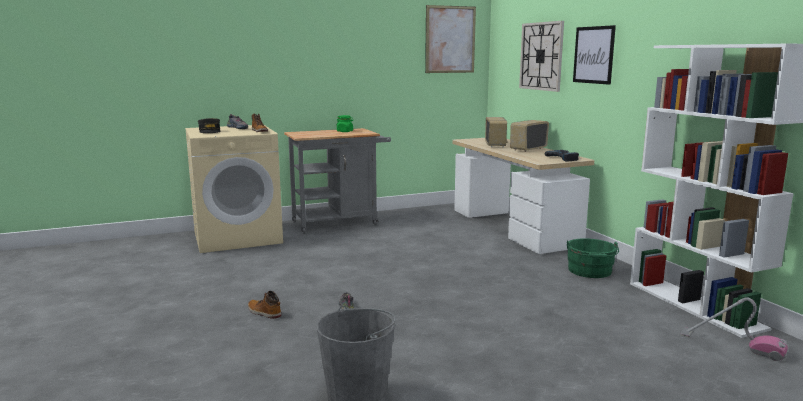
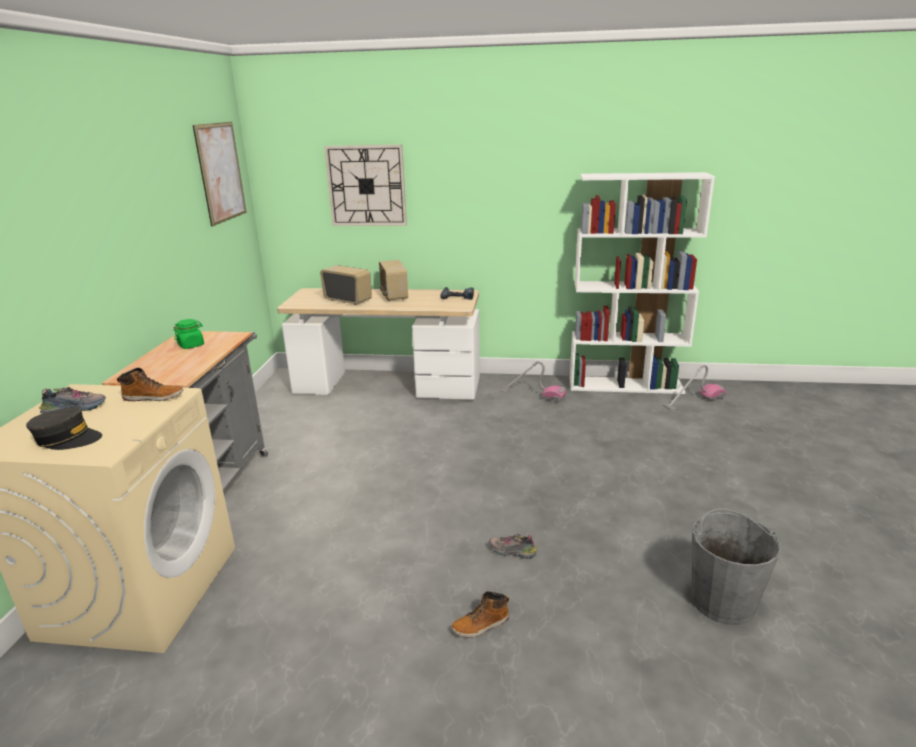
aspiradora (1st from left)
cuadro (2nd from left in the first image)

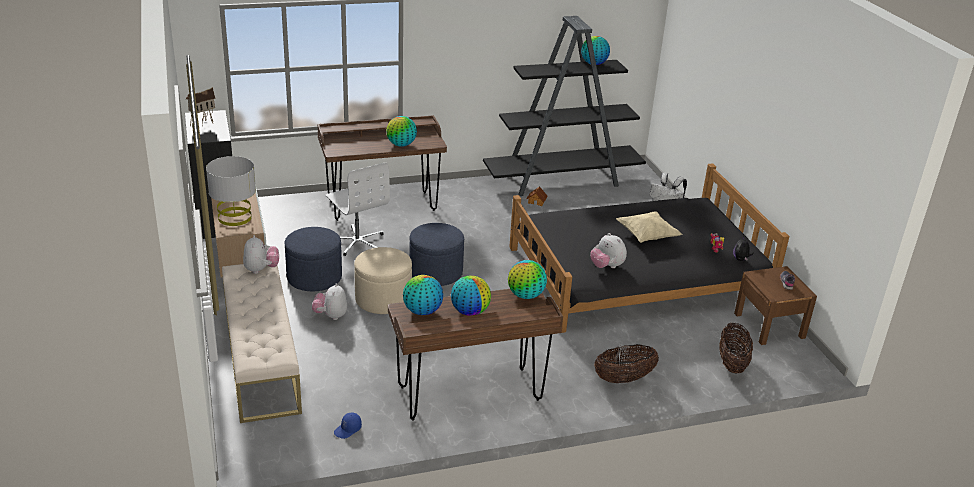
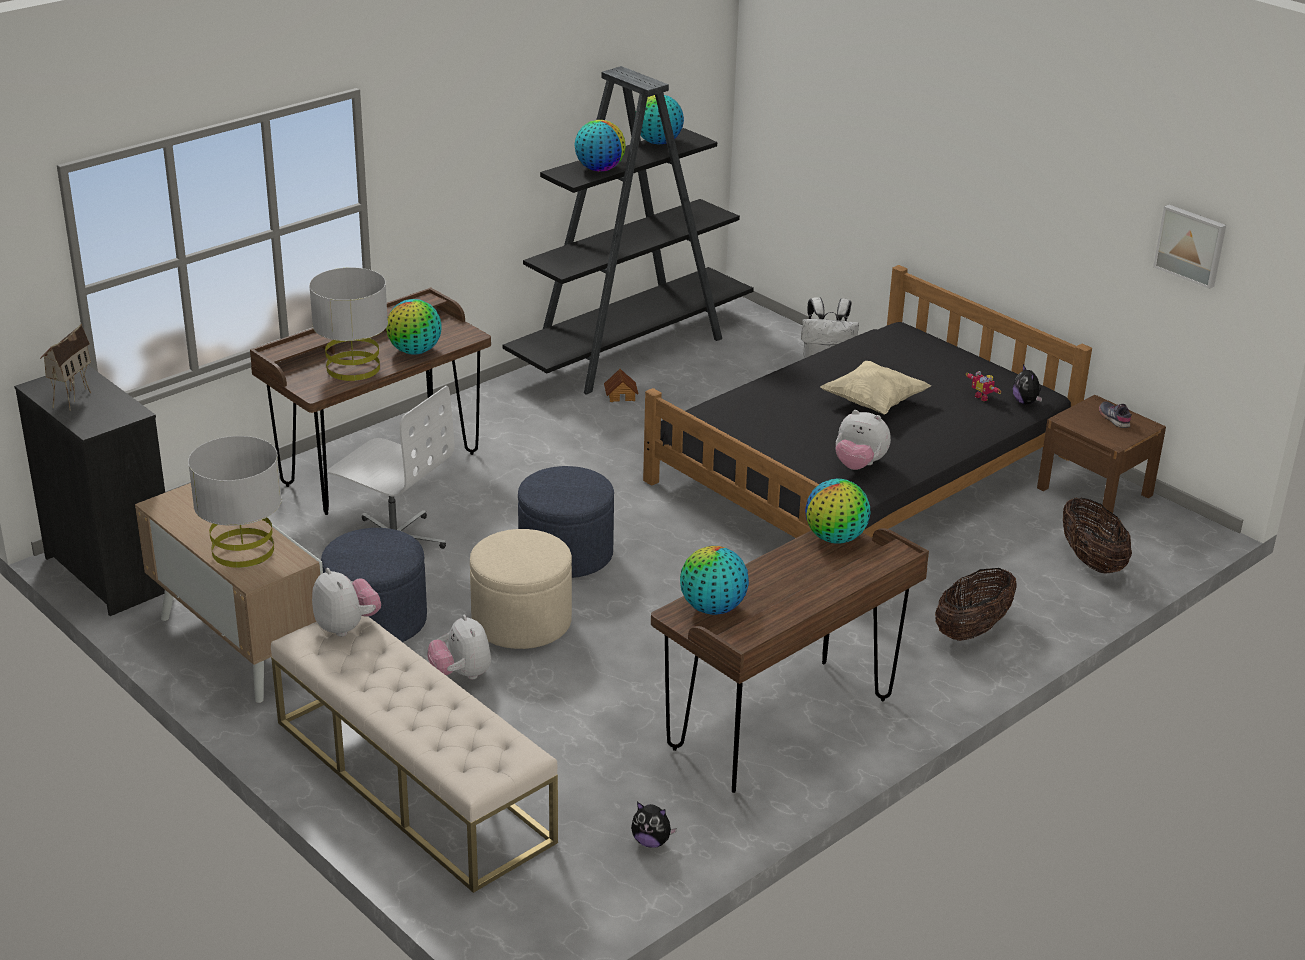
lámpara de mesa/gris (2nd from left)
globo terráqueo (2nd from left)
peluche (3rd from left)
cuadro

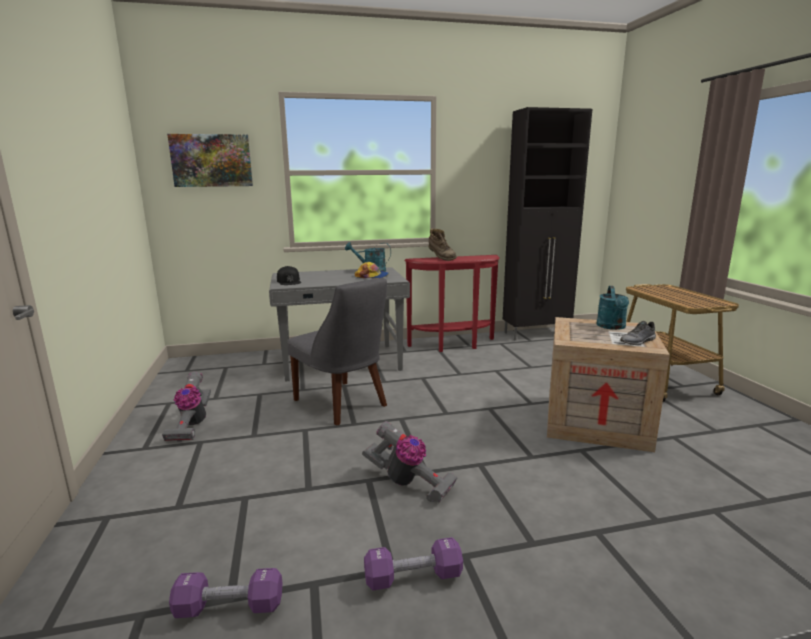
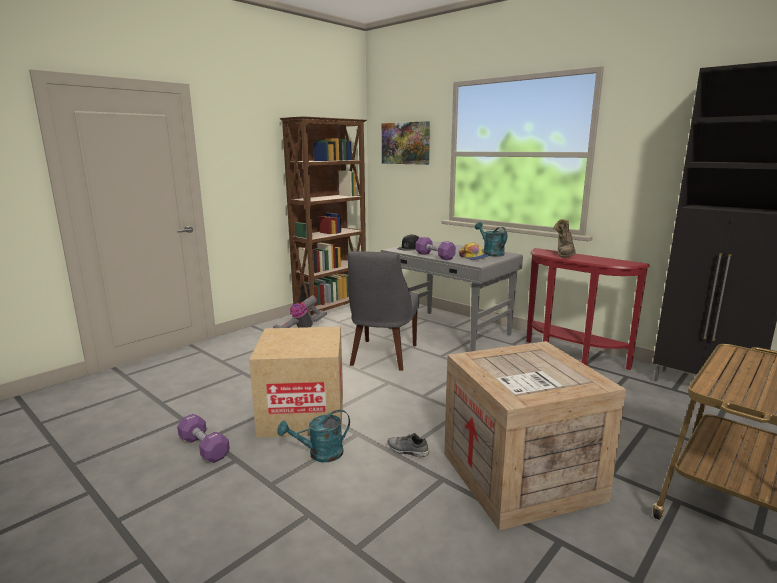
caja de cartón
regadera/turquesa (1st from left)
estantería/marrón
zapato/gris
mancuerna/morado (2nd from left)

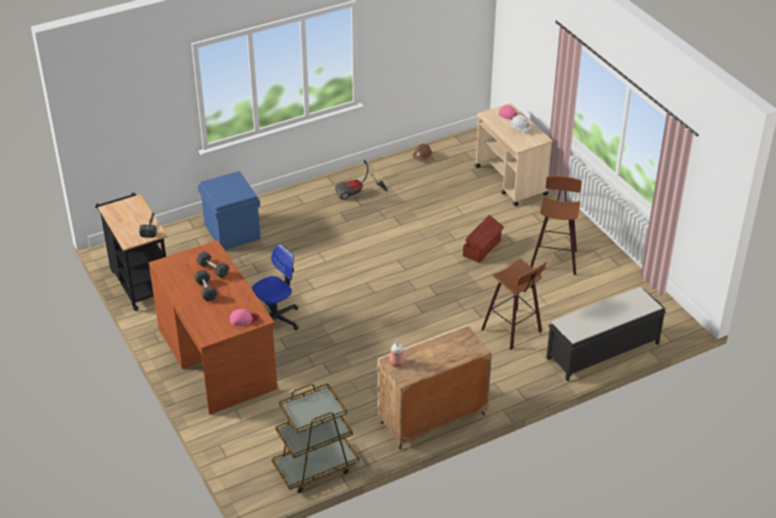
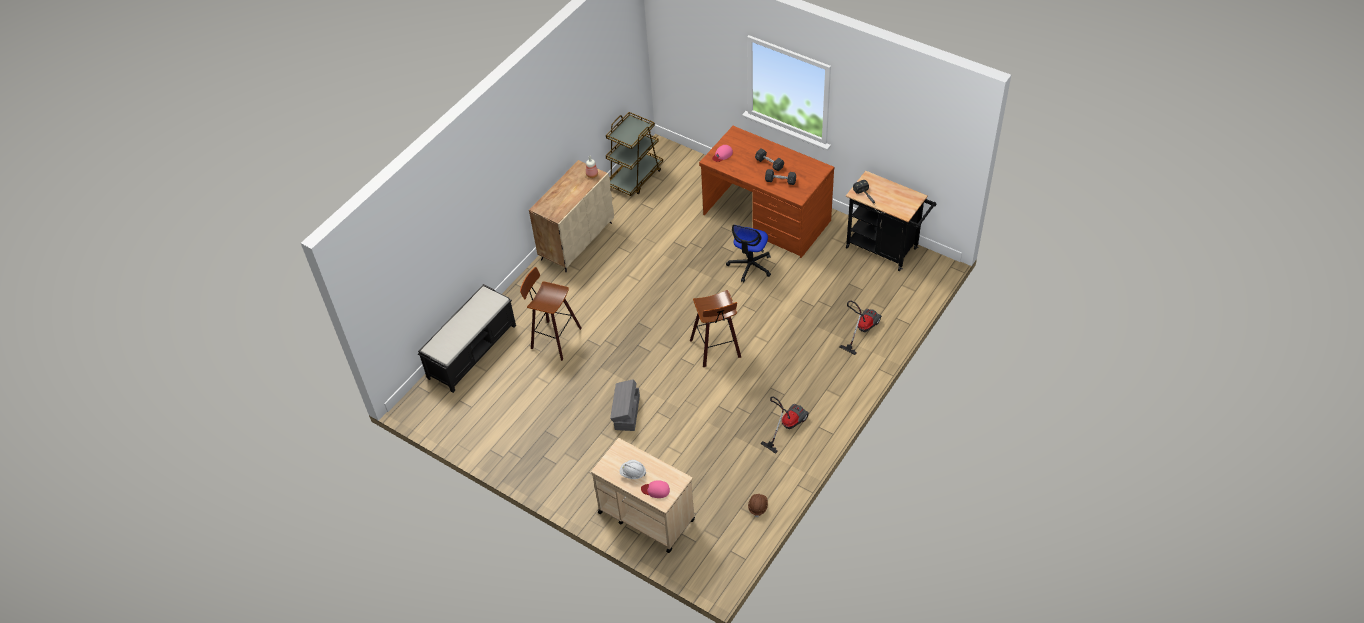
caja de almacenaje/gris
taburete (2nd from left)
aspiradora (2nd from left)

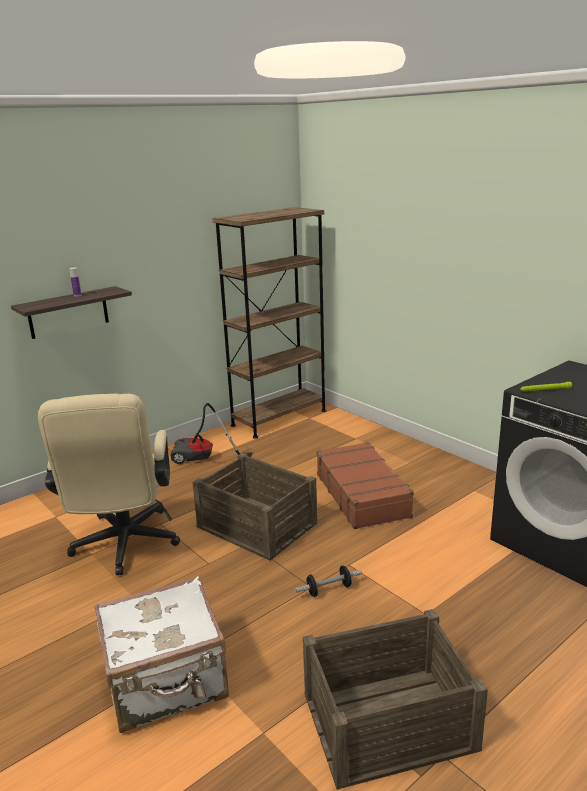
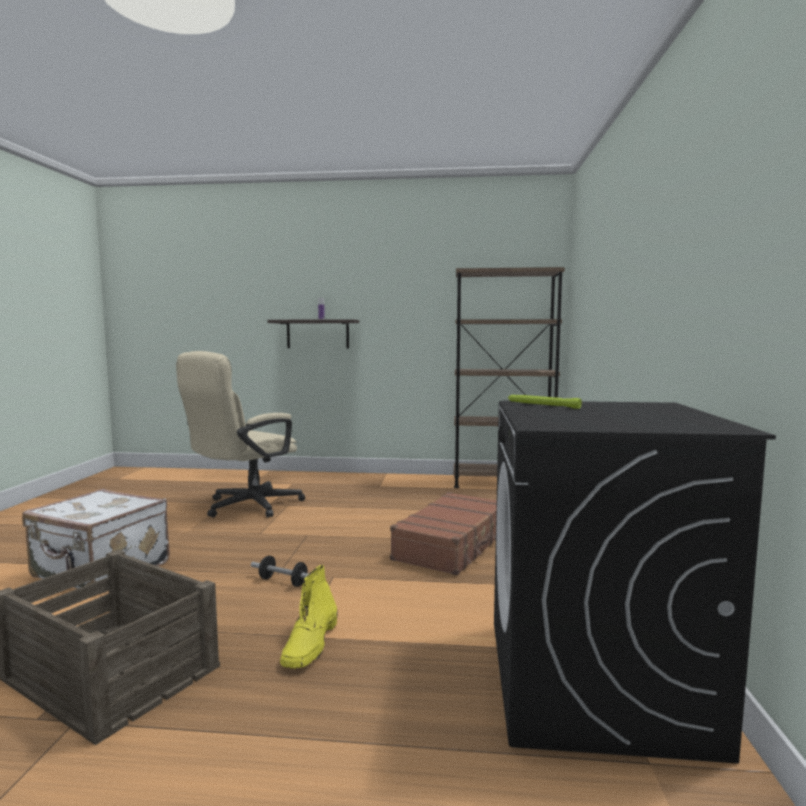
bota/amarillo
aspiradora
caja de embalaje (1st from left in the first image)

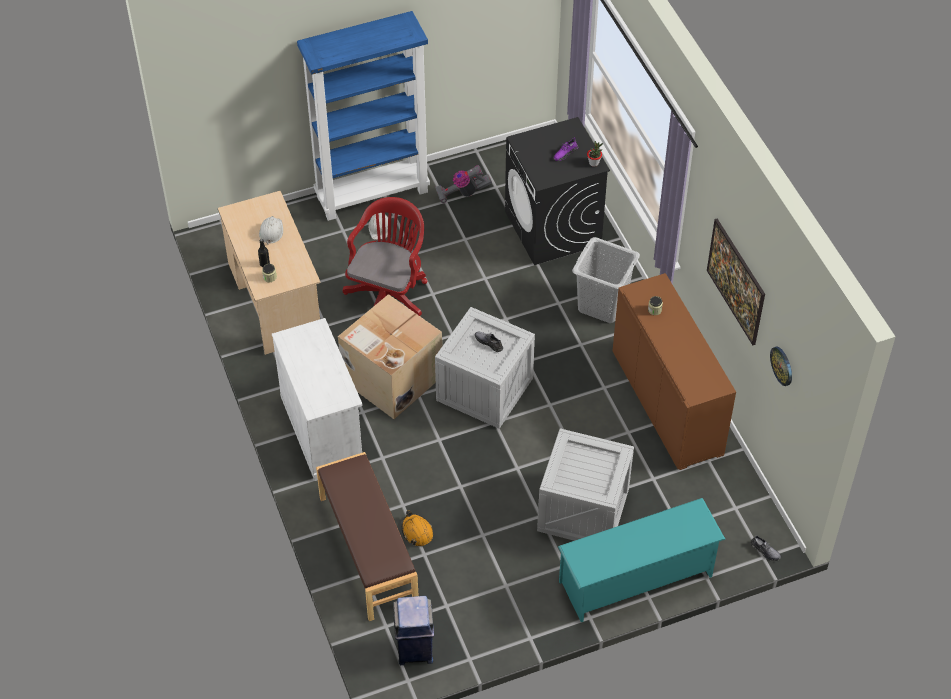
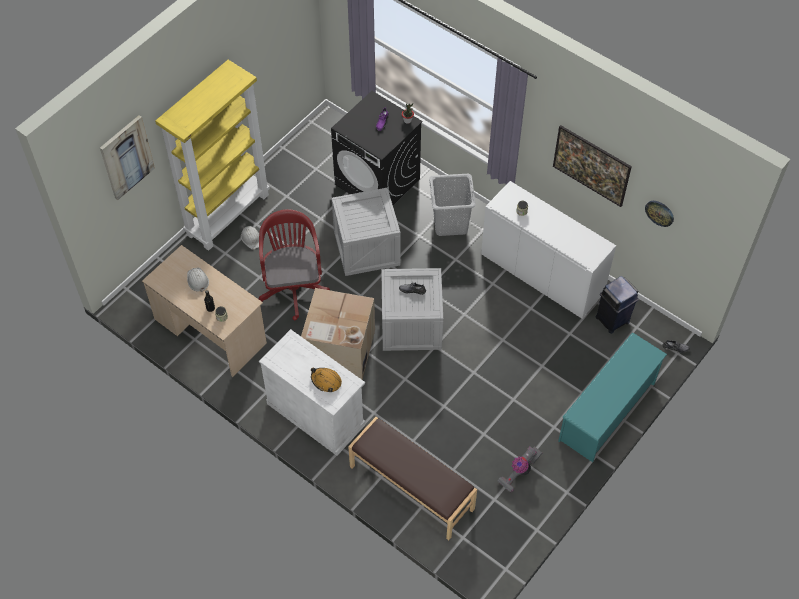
cuadro (1st from left)
estantería/amarillo
casco/naranja
caja de embalaje (1st from left)
armario/blanco (2nd from left)
aspiradora
papelera/azul

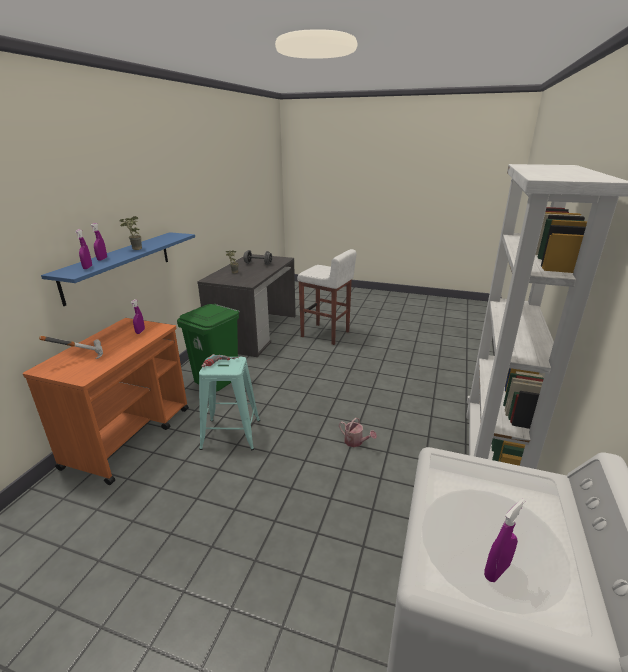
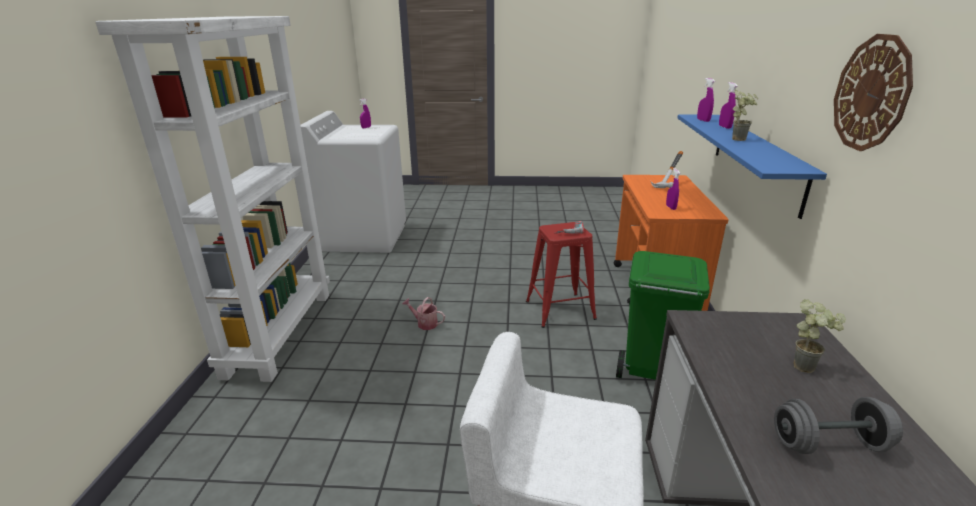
taburete/rojo
reloj de pared

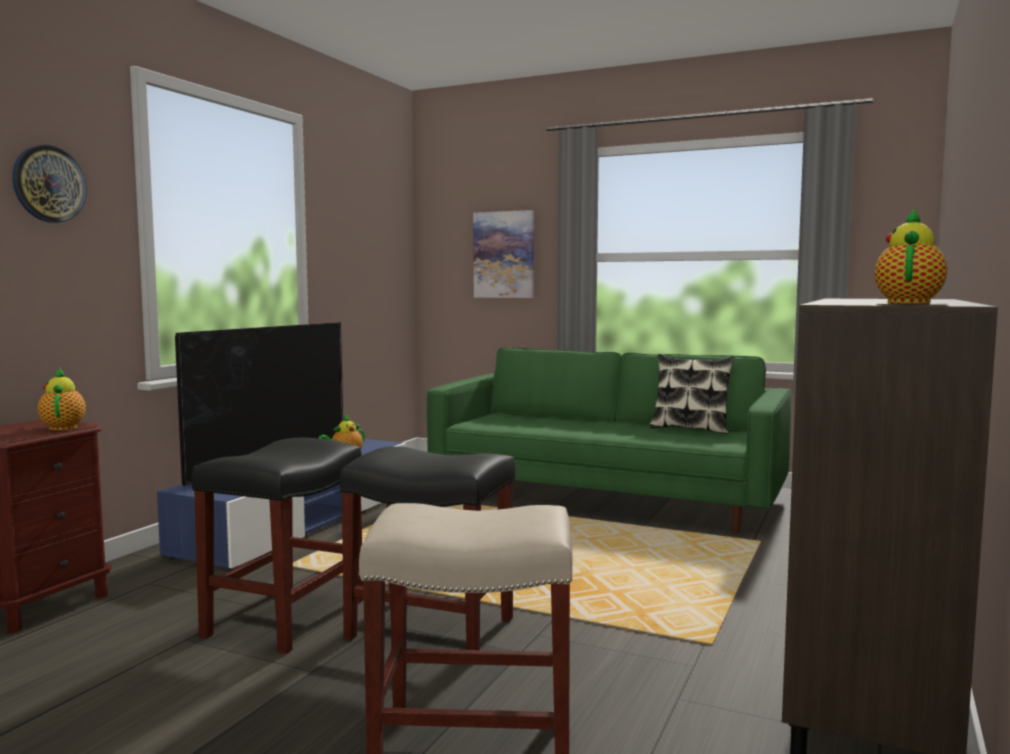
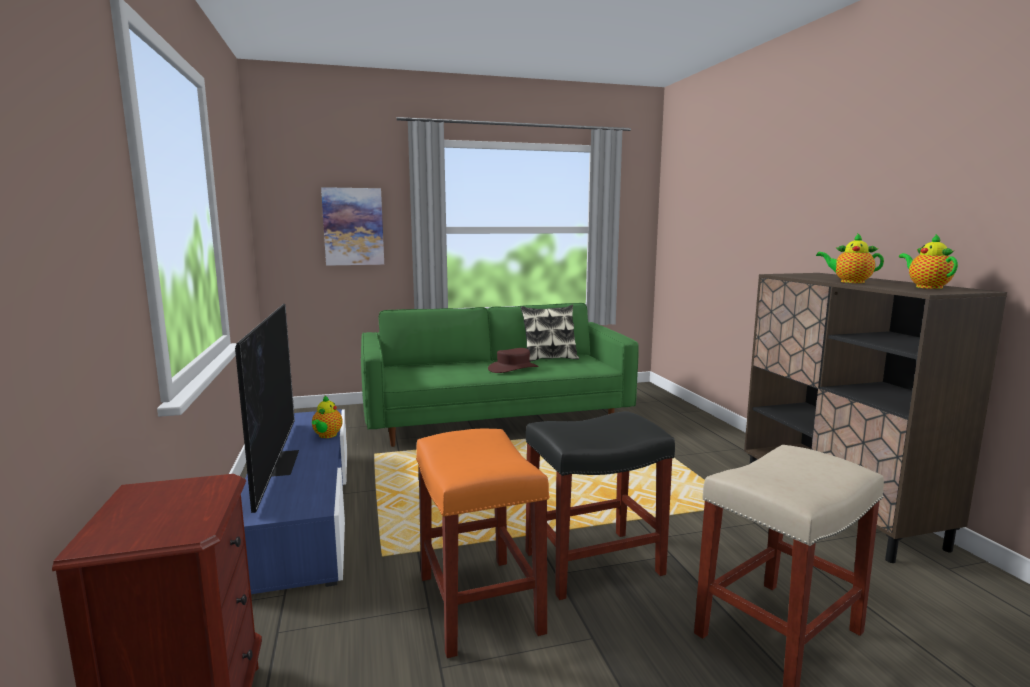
taburete/naranja
sombrero/marrón
tetera (2nd from left)
reloj de pared

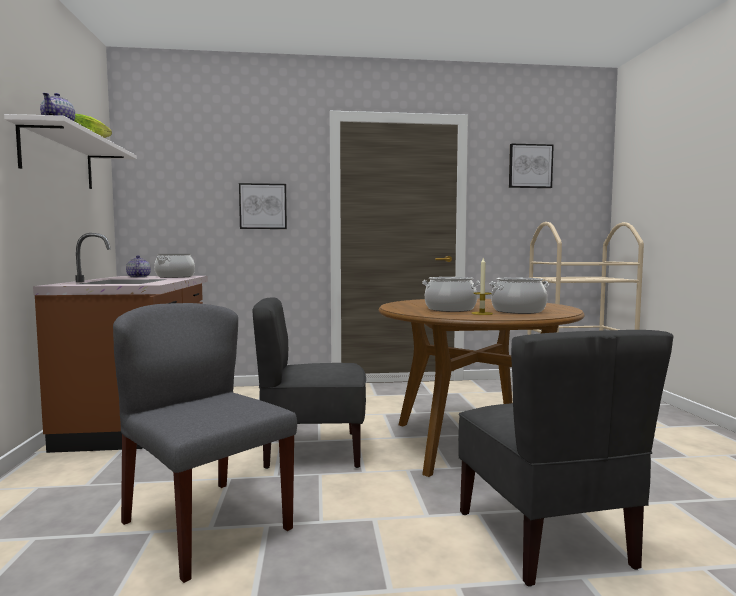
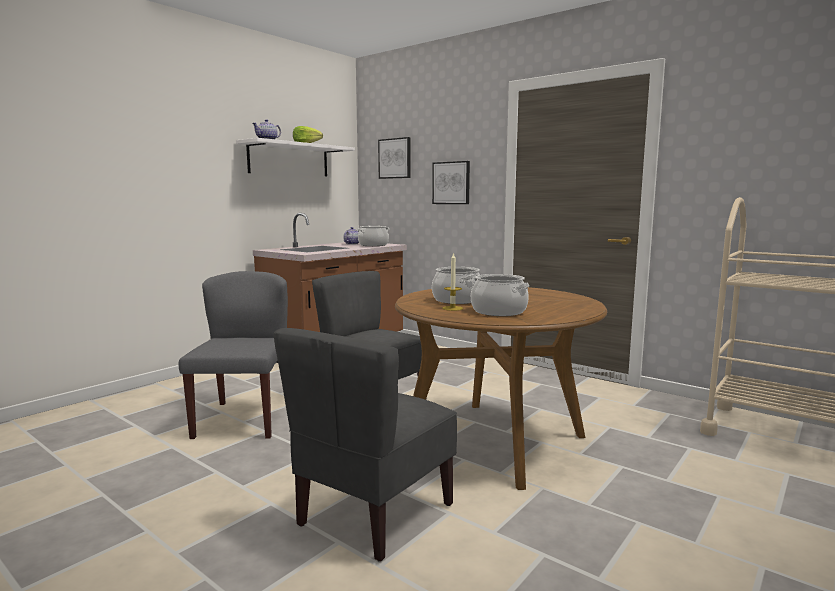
cuadro (1st from left)

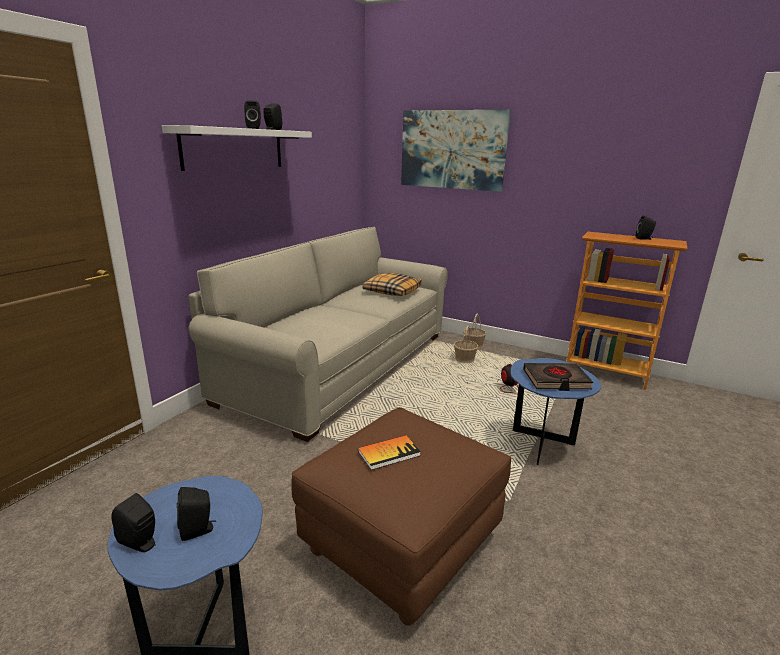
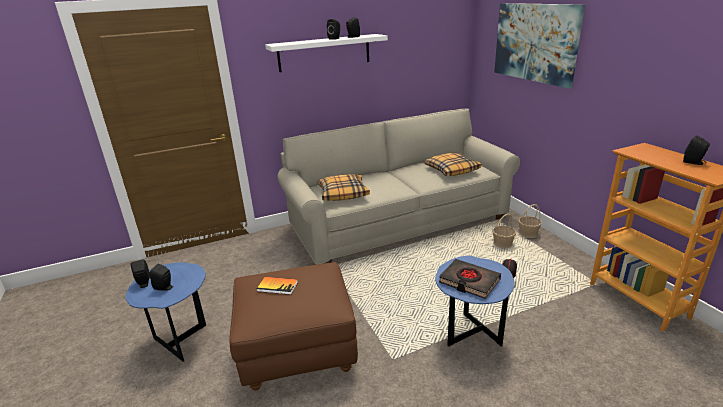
cojín (1st from left)

